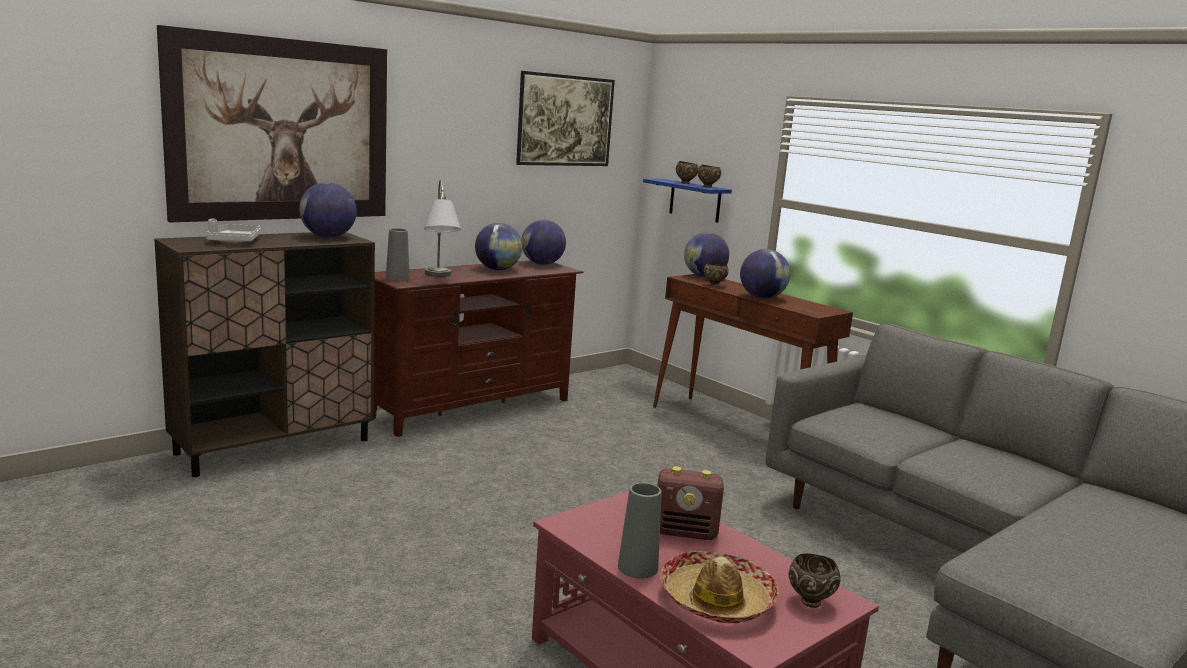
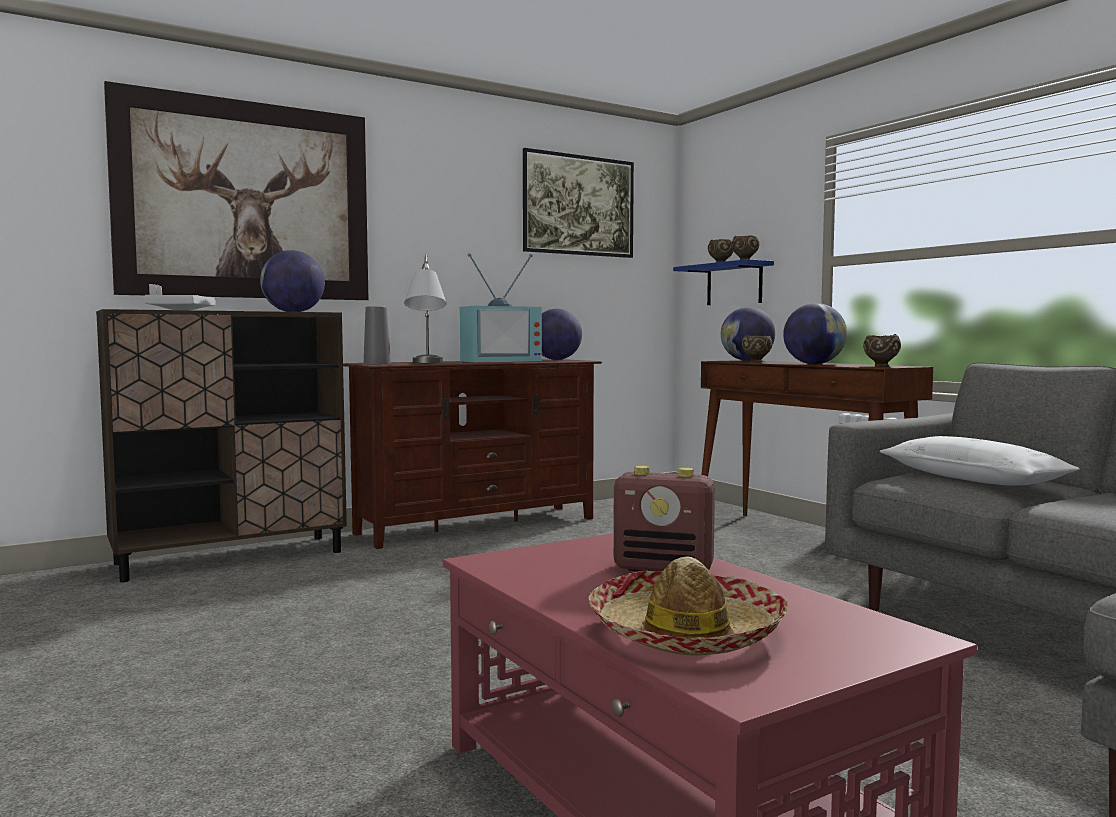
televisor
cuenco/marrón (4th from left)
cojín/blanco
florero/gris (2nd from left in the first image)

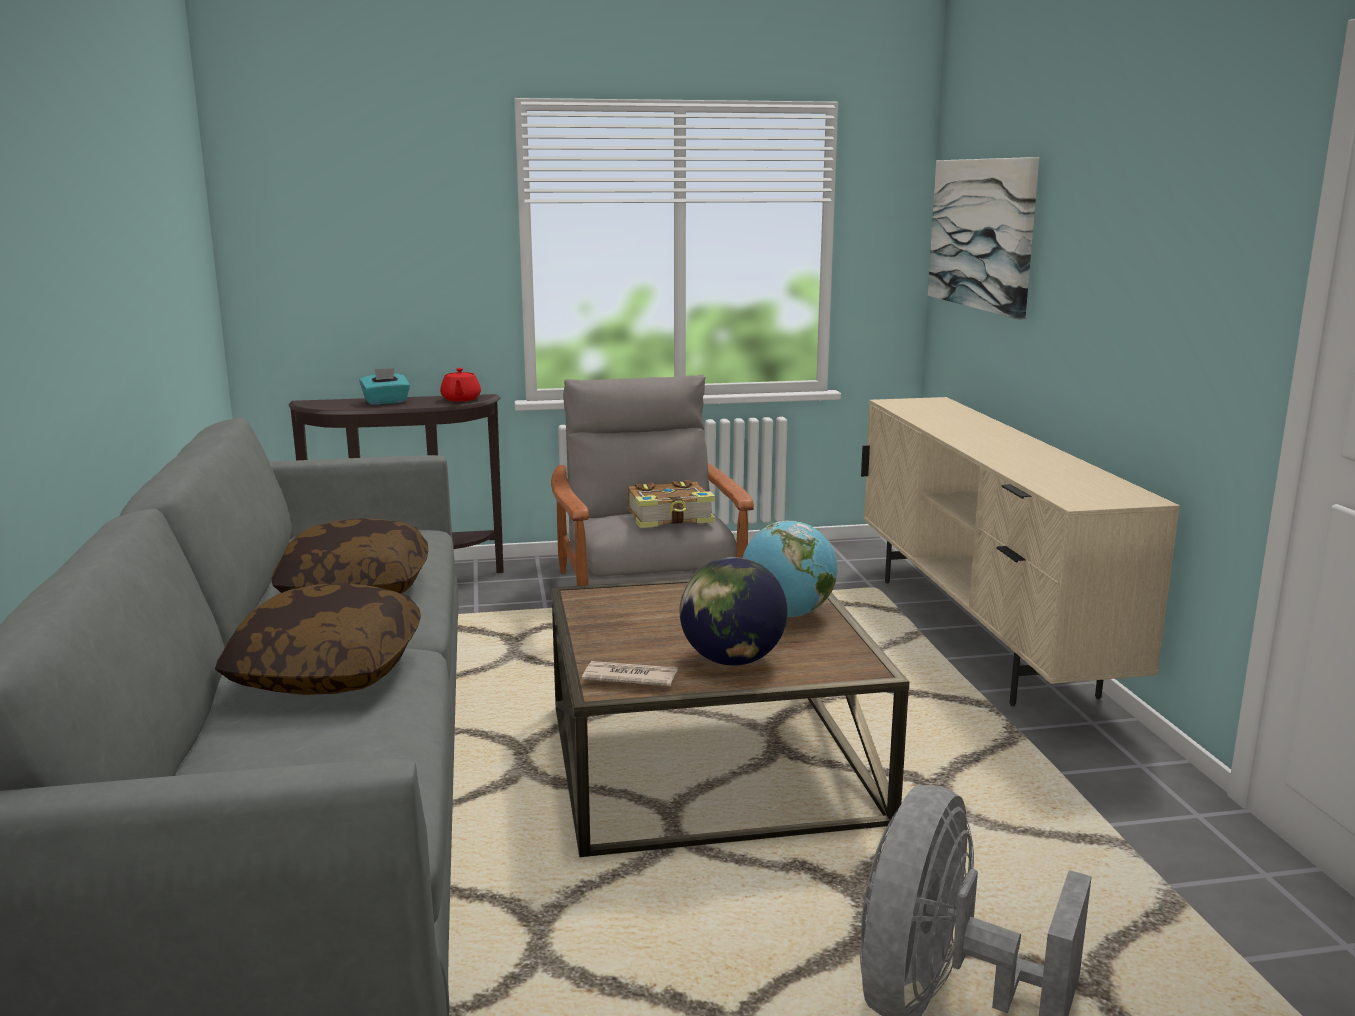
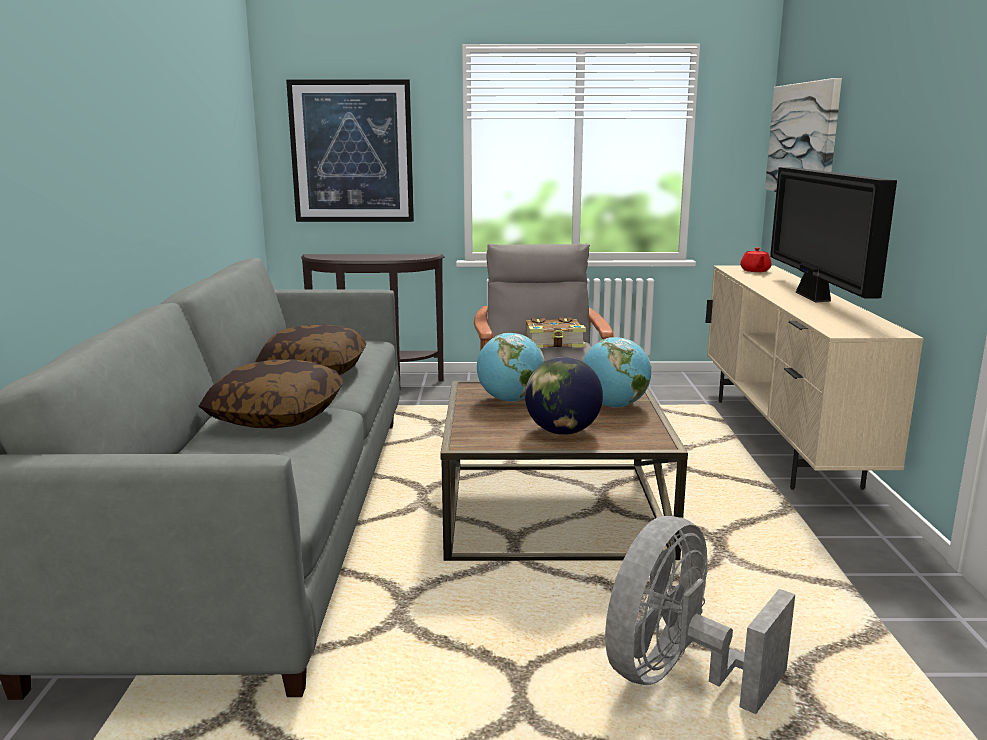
cuadro (1st from left)
globo terráqueo (1st from left)
tetera/rojo
televisor
caja de pañuelos/turquesa
periódico

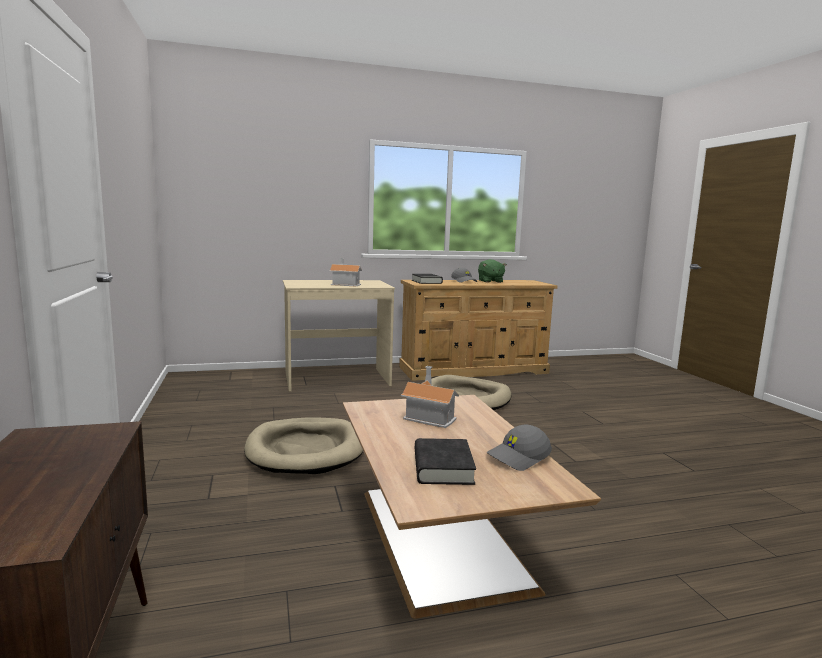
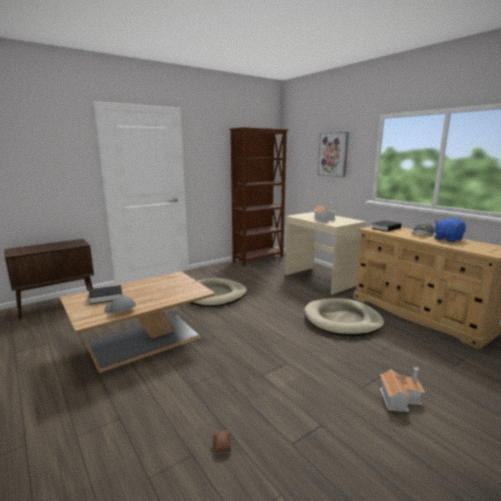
coche de juguete/marrón
estantería/marrón
cuadro
casita (2nd from left)
peluche/azul

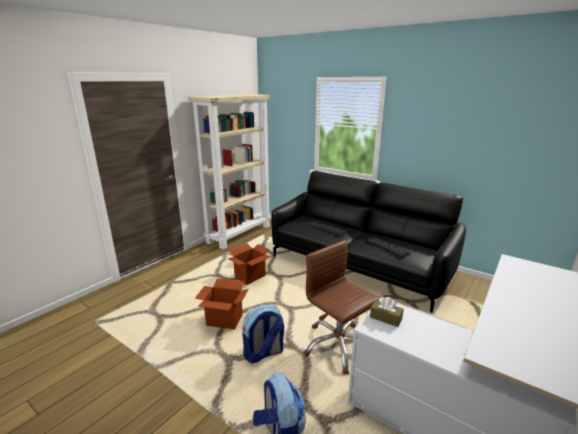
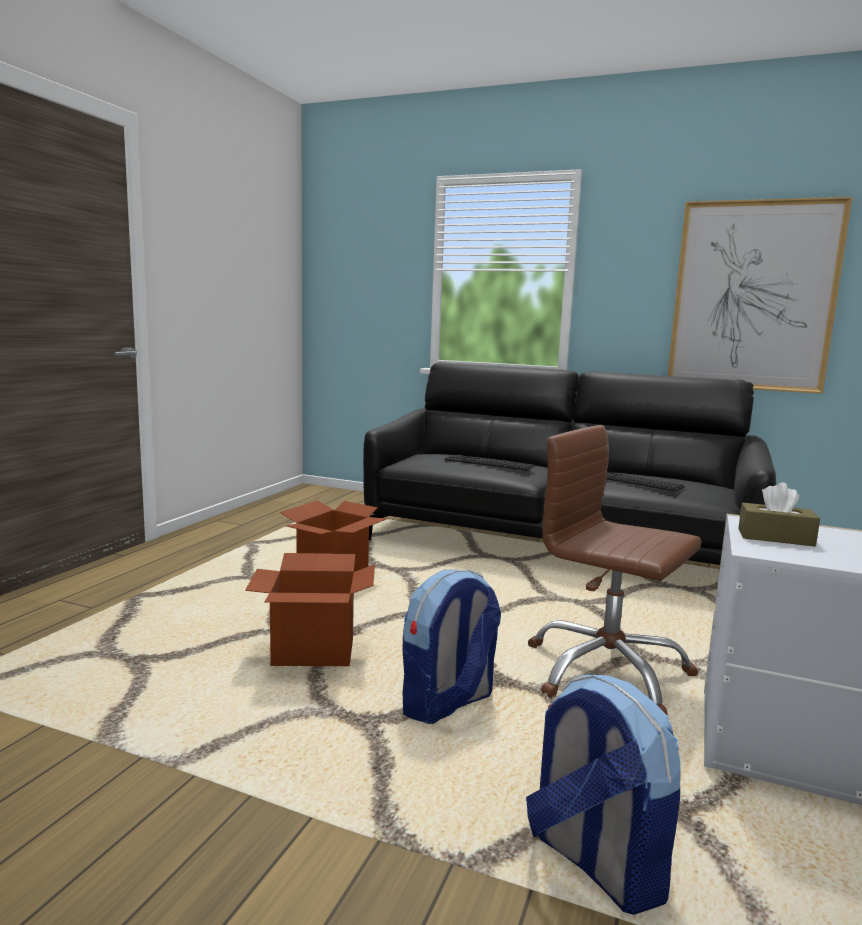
cuadro
estantería/beis

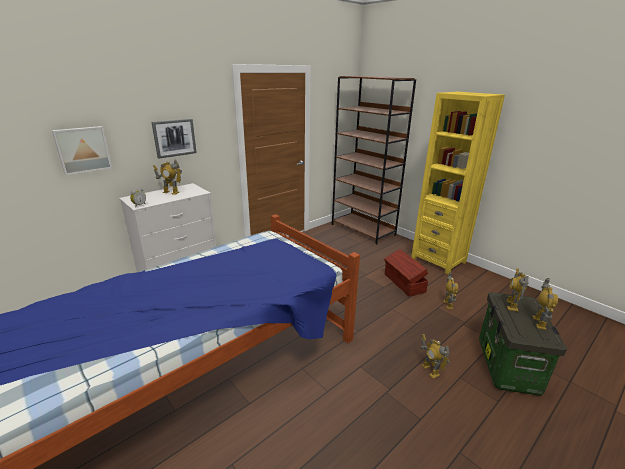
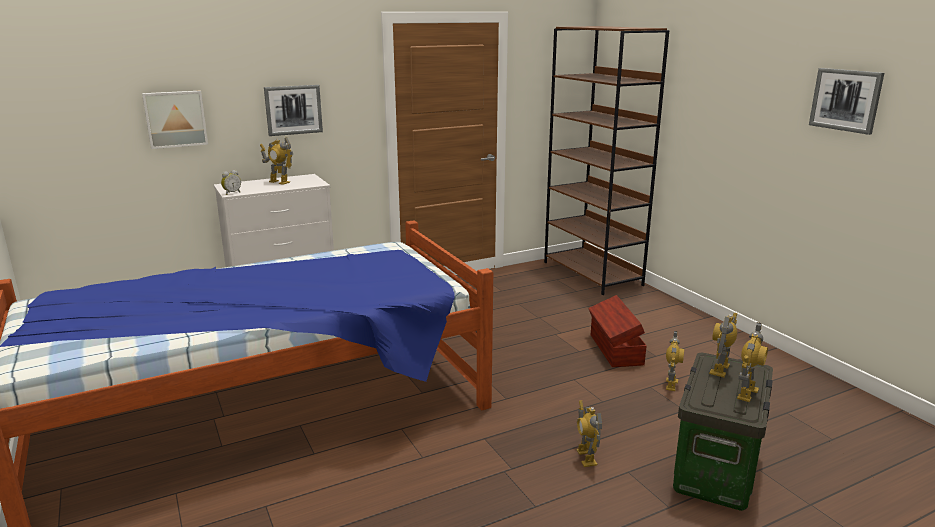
cuadro (3rd from left)
estantería/amarillo

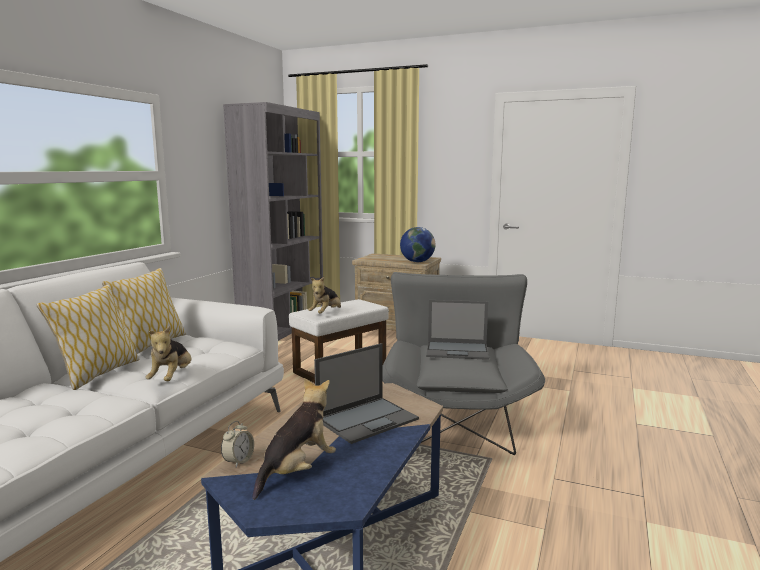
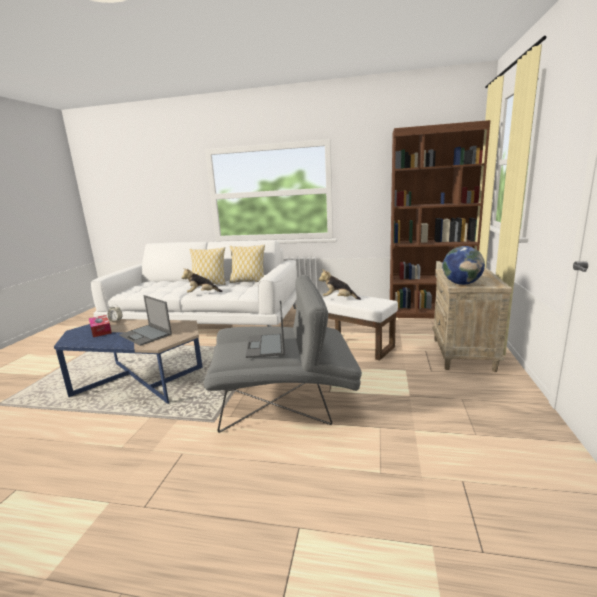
caja de pañuelos
estantería/marrón

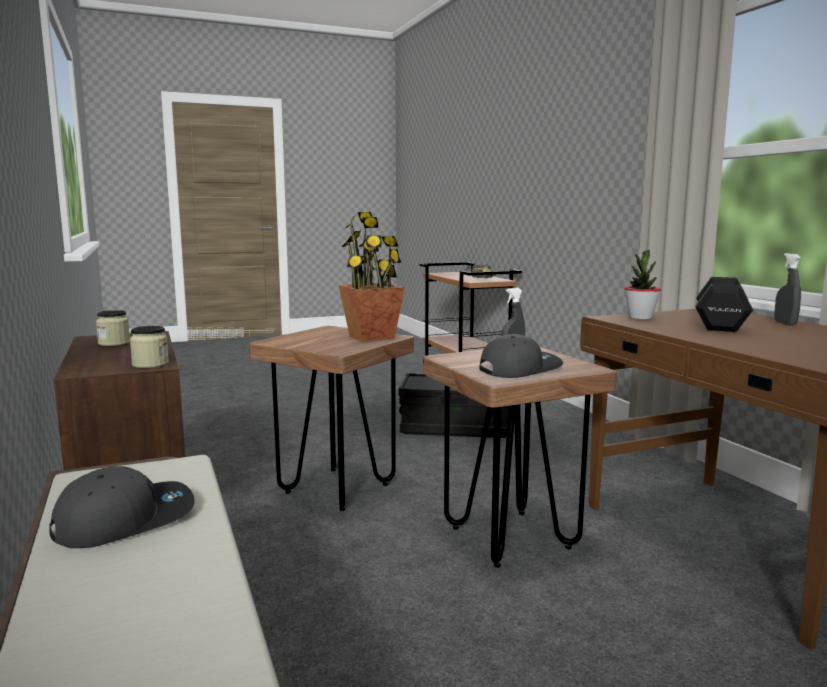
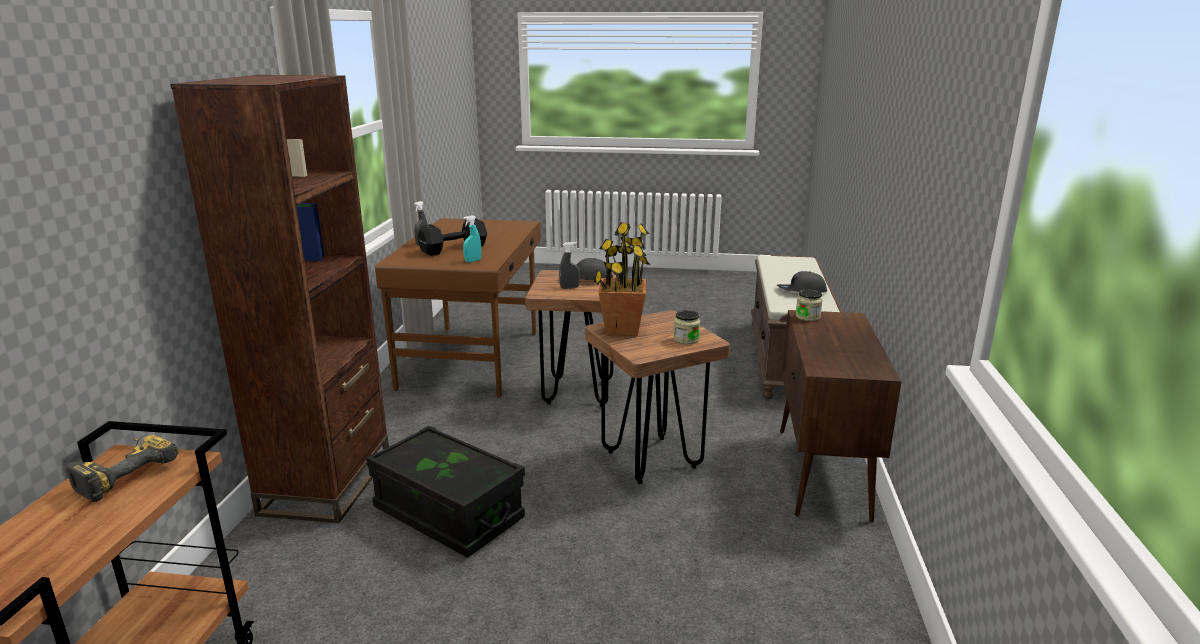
estantería/marrón
pulverizador/turquesa
tarro (1st from left)

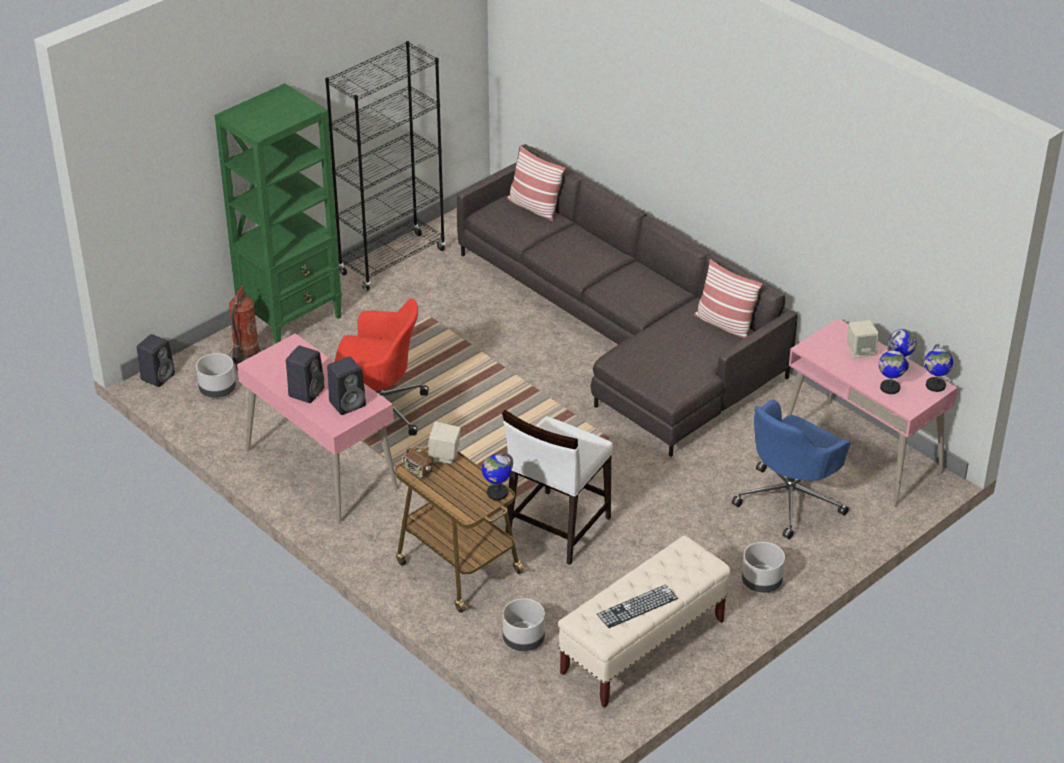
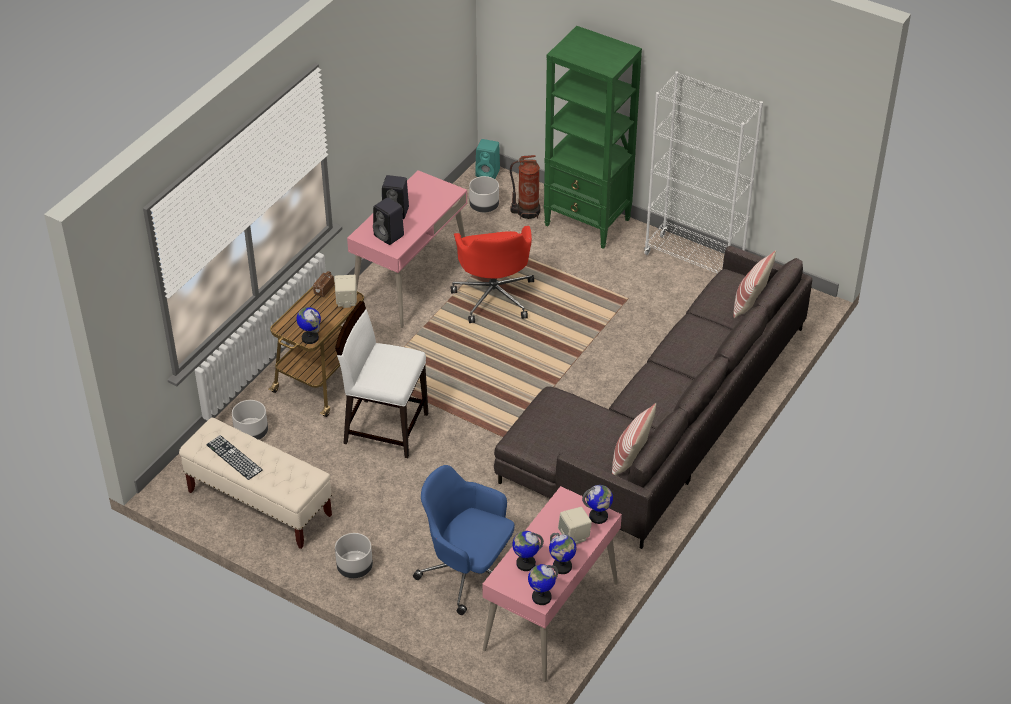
altavoz/turquesa
globo terráqueo (5th from left)
estantería/blanco

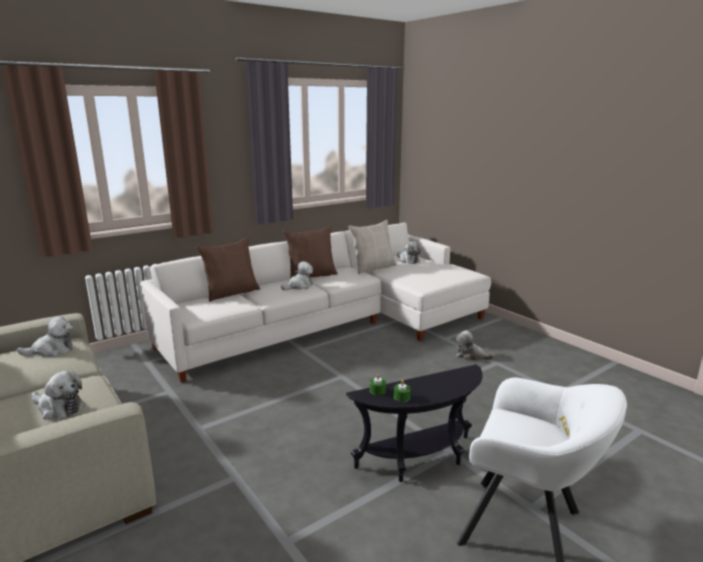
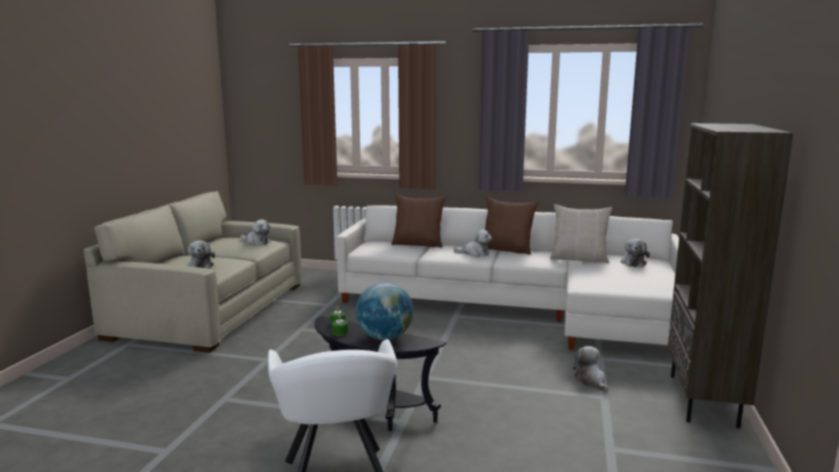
globo terráqueo
estantería/marrón

